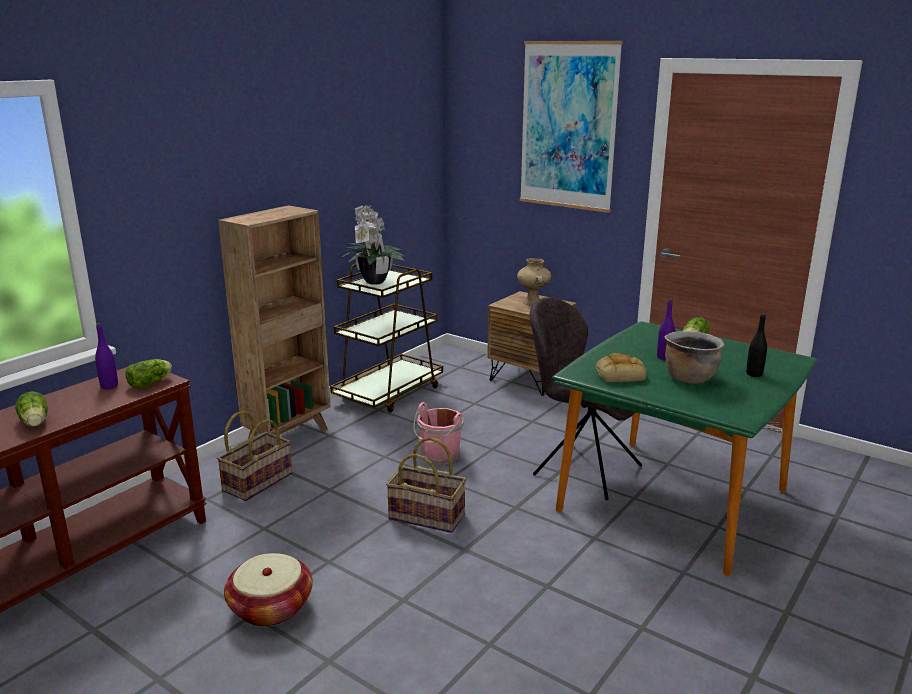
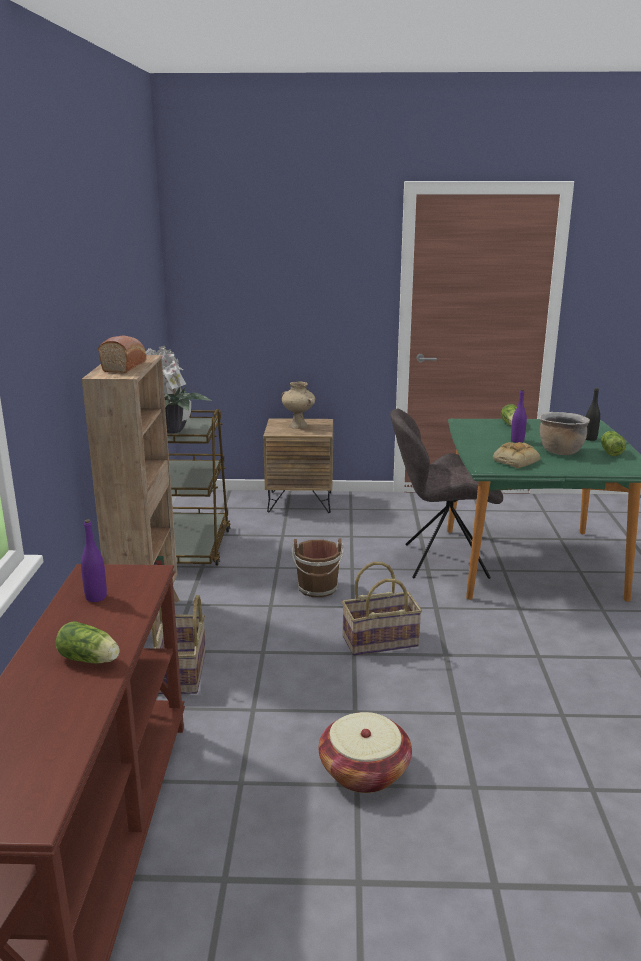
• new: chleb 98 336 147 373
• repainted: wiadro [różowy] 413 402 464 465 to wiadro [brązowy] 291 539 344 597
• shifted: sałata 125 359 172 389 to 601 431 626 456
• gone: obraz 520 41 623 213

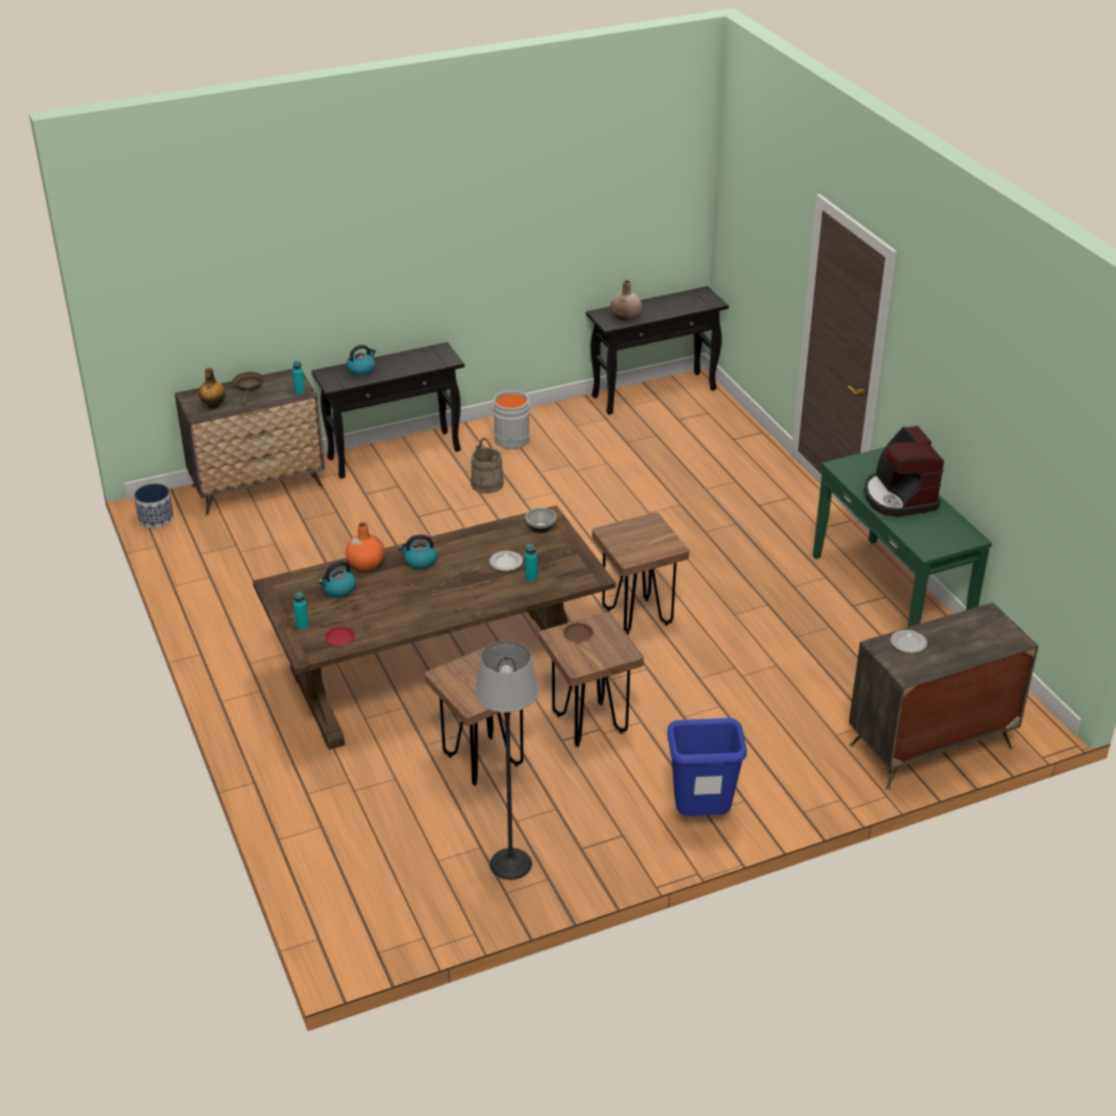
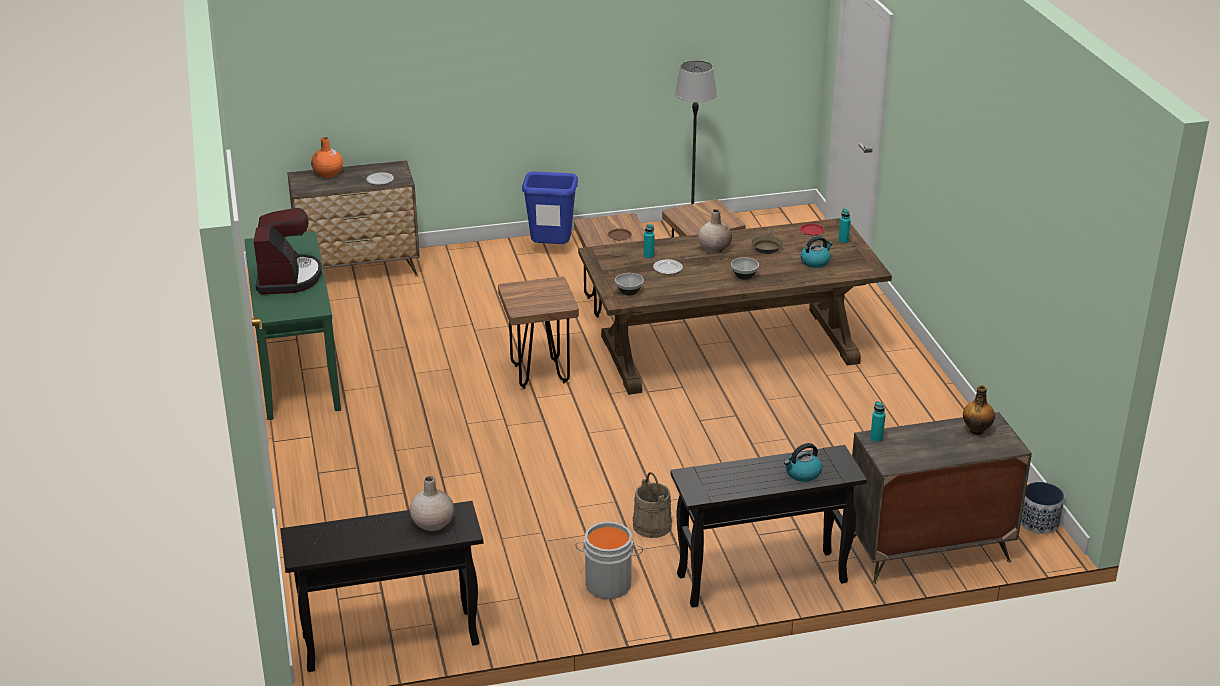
• shifted: wazon [pomarańczowy] 345 522 385 571 to 311 137 343 178
• new: wazon [beżowy] 698 209 732 253
• swapped: czajnik 398 535 437 569 to miska 731 257 759 280
• shifted: patelnia [brązowy] 233 372 264 405 to 752 228 783 254

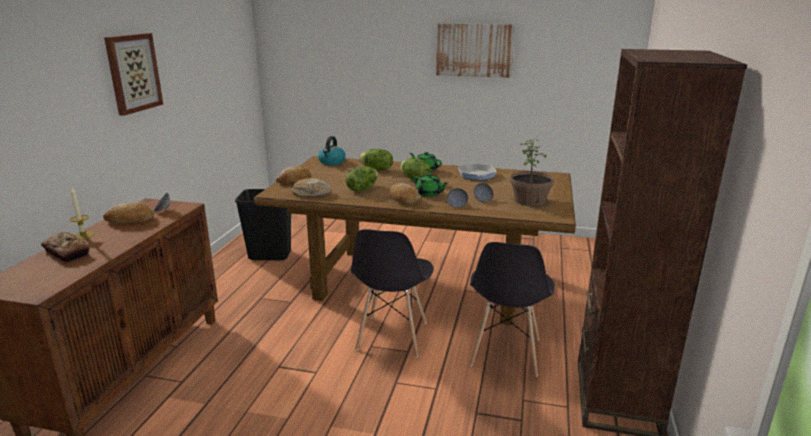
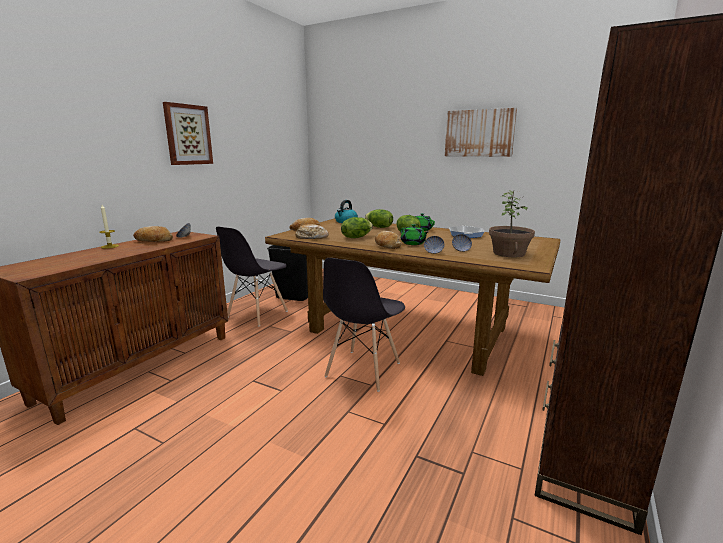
• shifted: krzesło [szary] 469 242 555 377 to 216 227 288 326
• gone: chleb 41 232 89 262

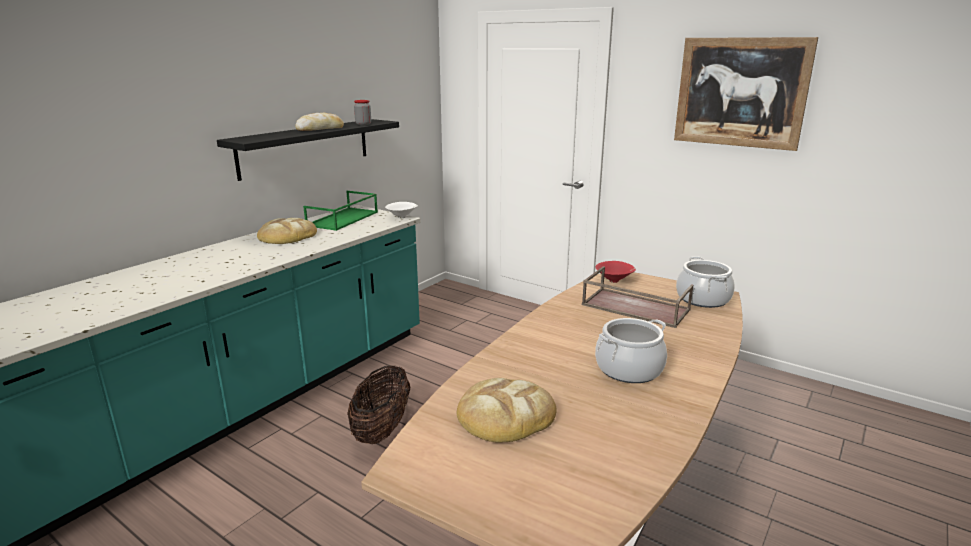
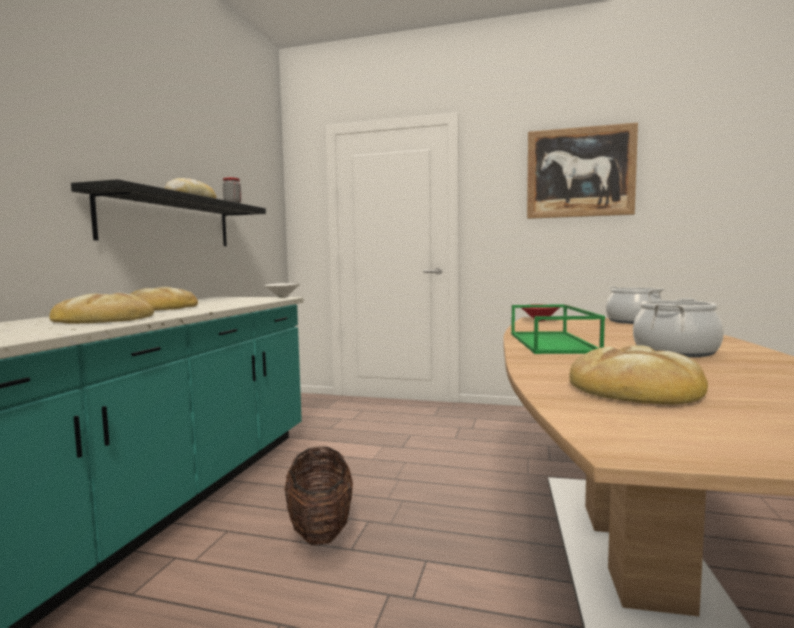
• new: chleb 49 293 154 324
• shifted: taca [zielony] 303 191 378 231 to 511 304 605 354
• gone: taca [brązowy] 582 266 693 328

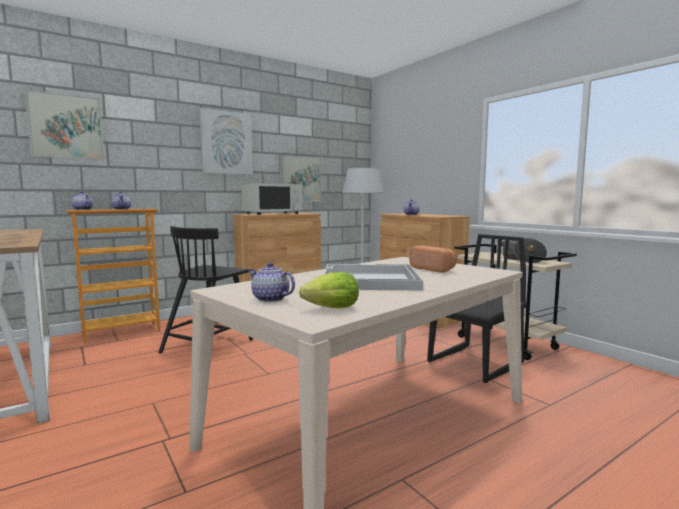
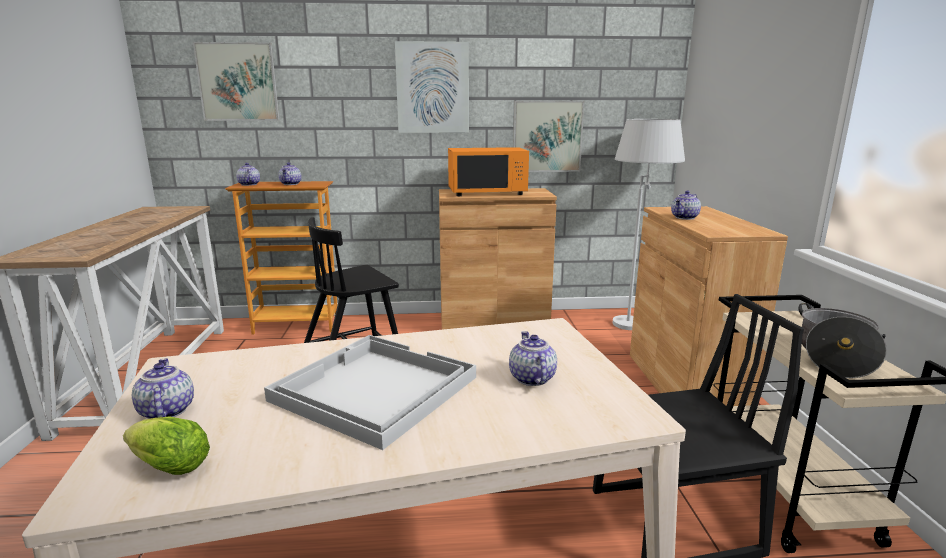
• repainted: mikrofalówka [biały] 241 183 302 215 to mikrofalówka [pomarańczowy] 448 147 529 196
• swapped: chleb 409 245 457 273 to imbryk 509 331 557 386

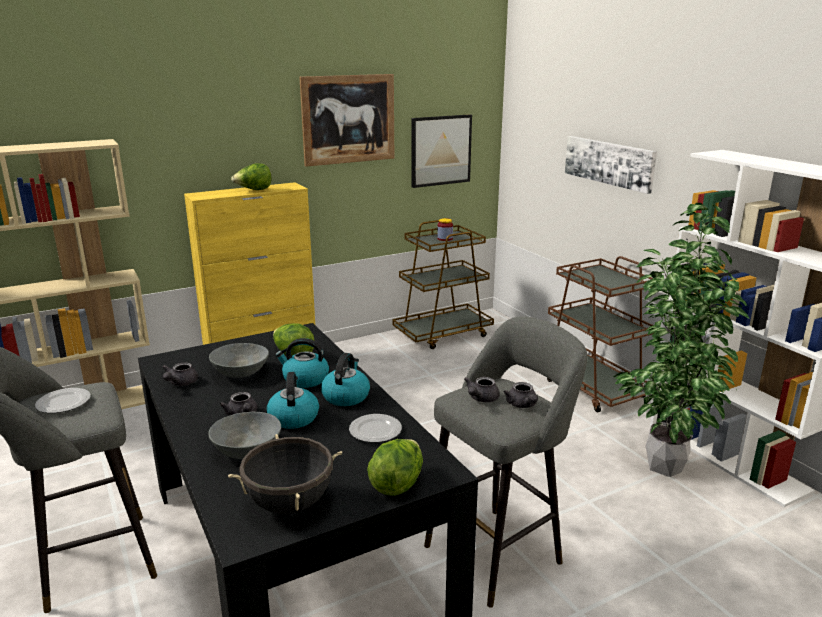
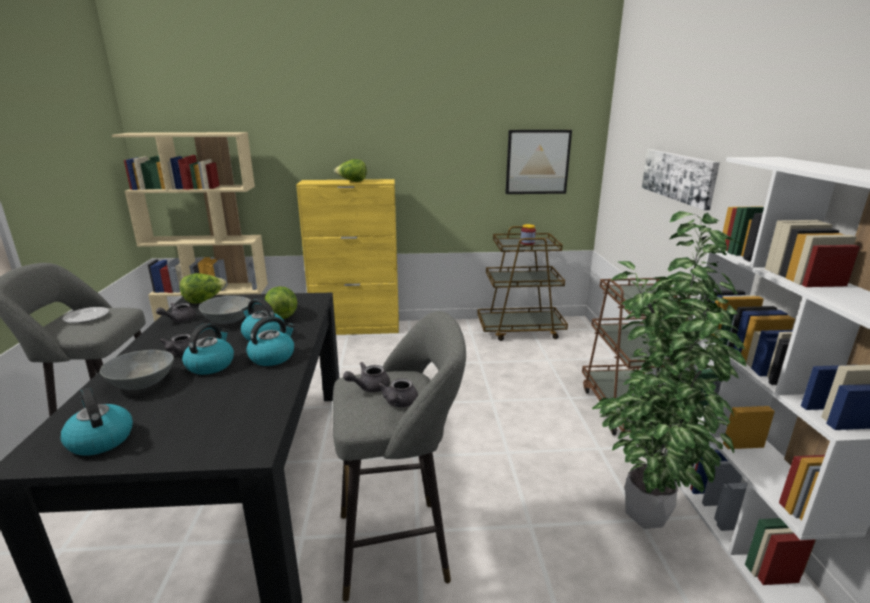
• swapped: garnek [czarny] 228 434 342 514 to czajnik 61 388 133 456
• shifted: sałata 367 439 423 496 to 180 273 226 303
• gone: obraz 299 74 394 167
• gone: talerz 349 414 402 443

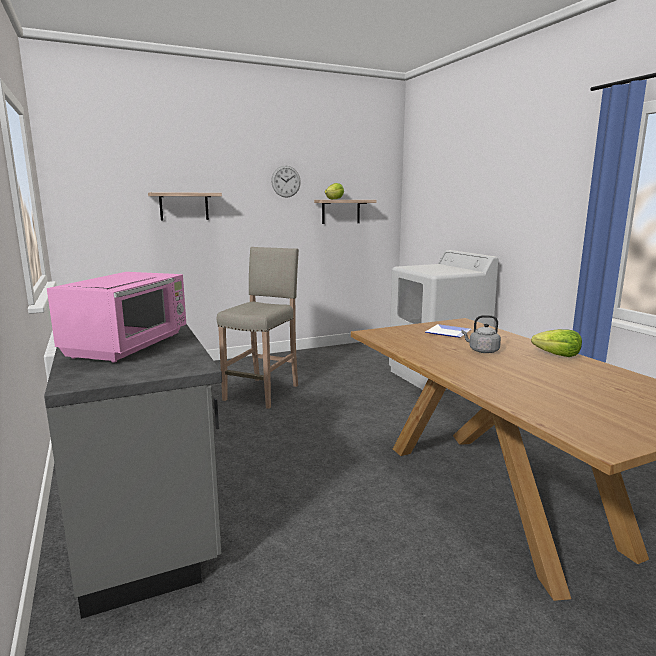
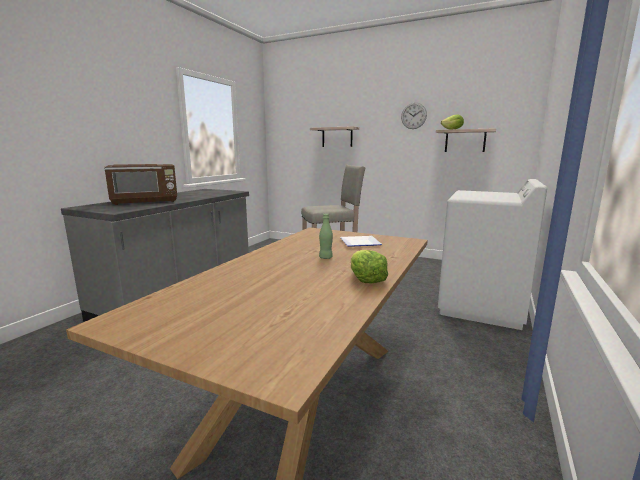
• repainted: mikrofalówka [różowy] 47 272 186 363 to mikrofalówka [brązowy] 104 164 177 205
• swapped: czajnik [szary] 461 315 501 353 to butelka [zielony] 319 214 333 259

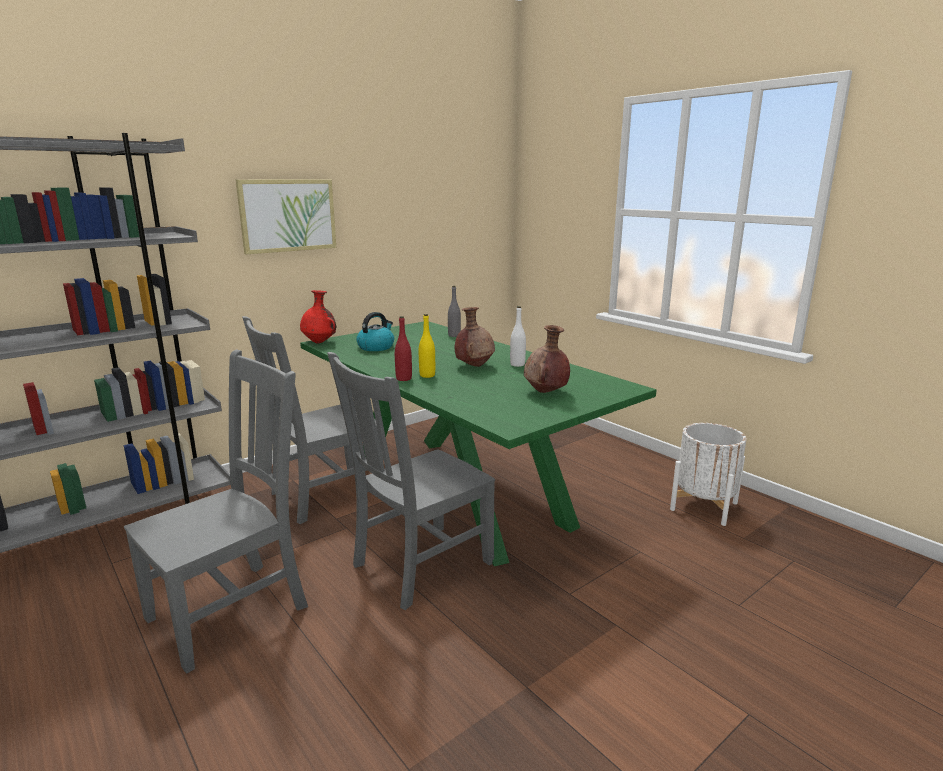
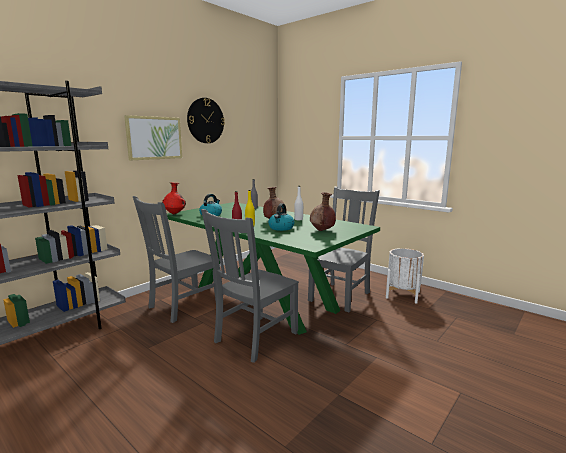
• new: zegar ścienny 187 98 225 143
• new: czajnik 268 203 295 231
• shifted: krzesło [szary] 124 350 308 674 to 308 187 380 312

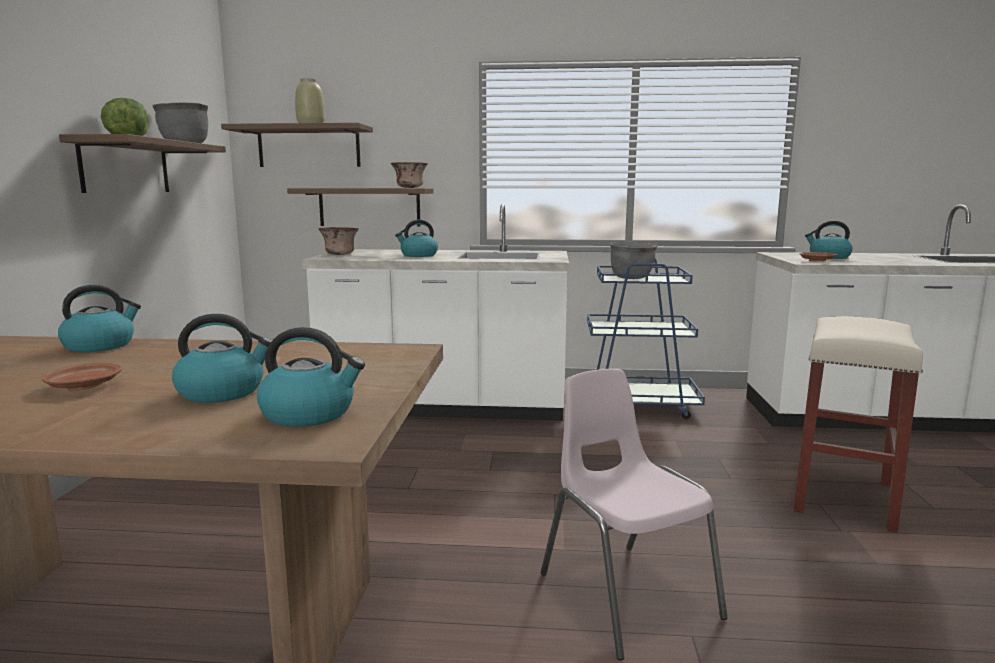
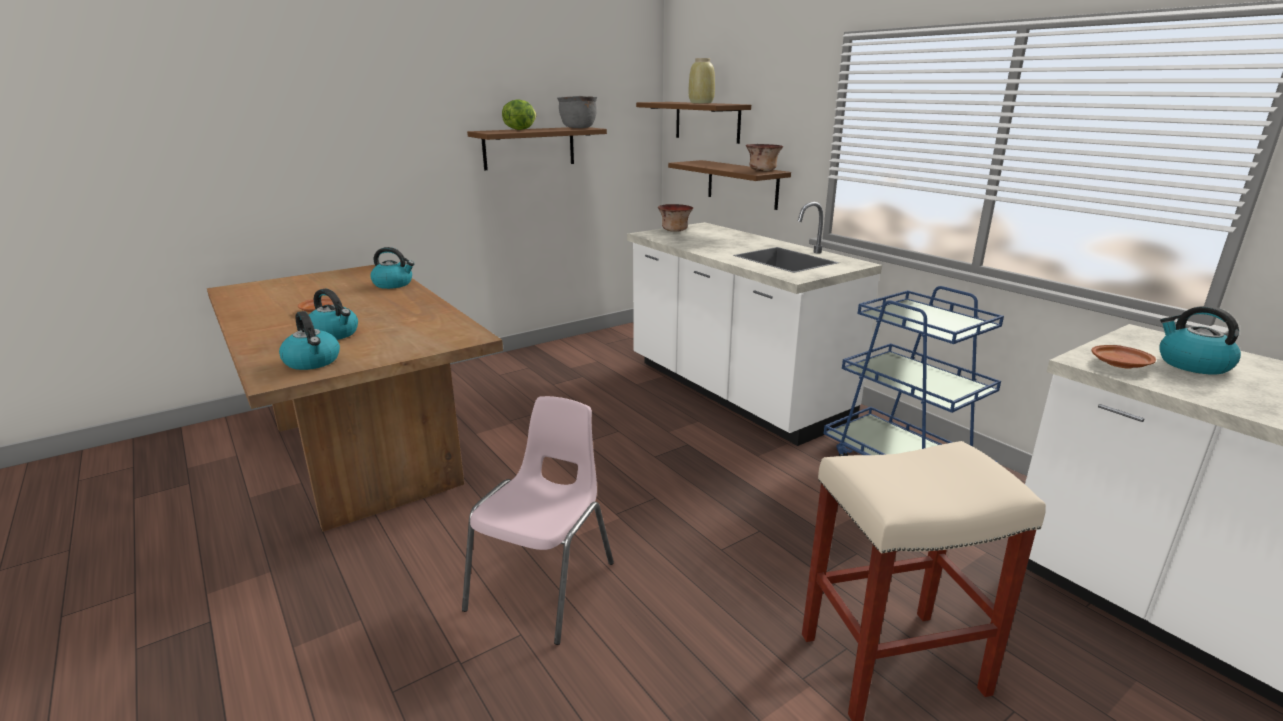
• gone: czajnik 395 220 438 257
• gone: garnek [szary] 610 241 657 279

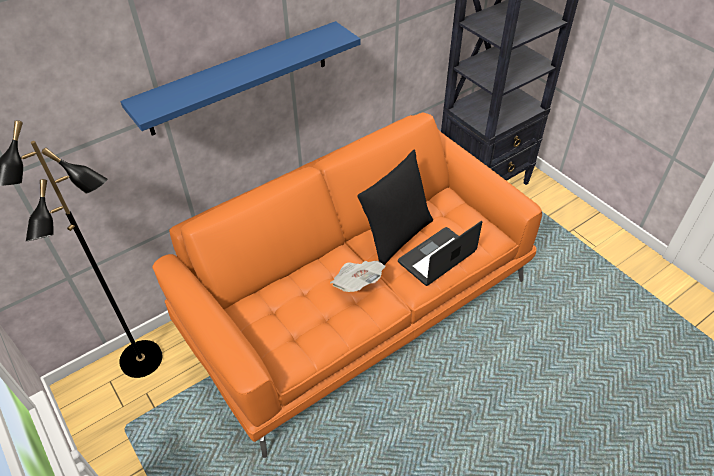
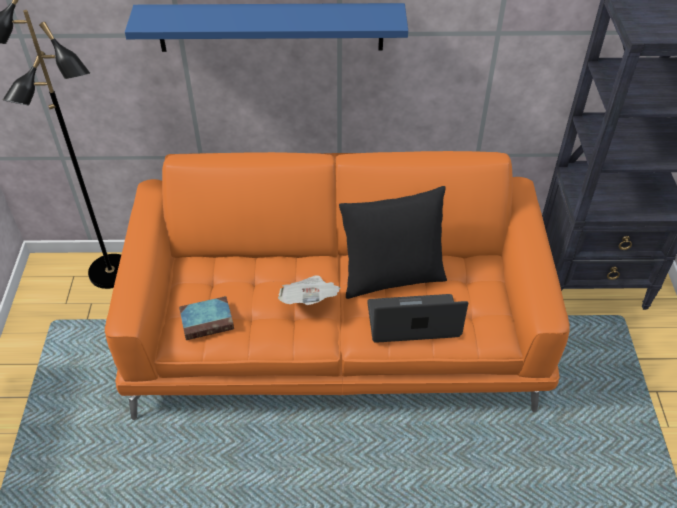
• new: książka 179 296 234 340

